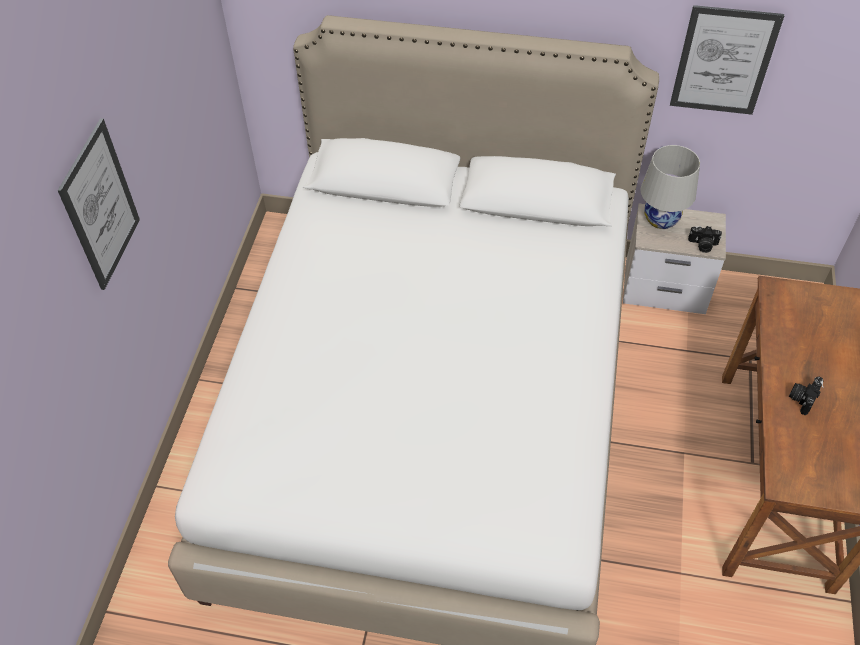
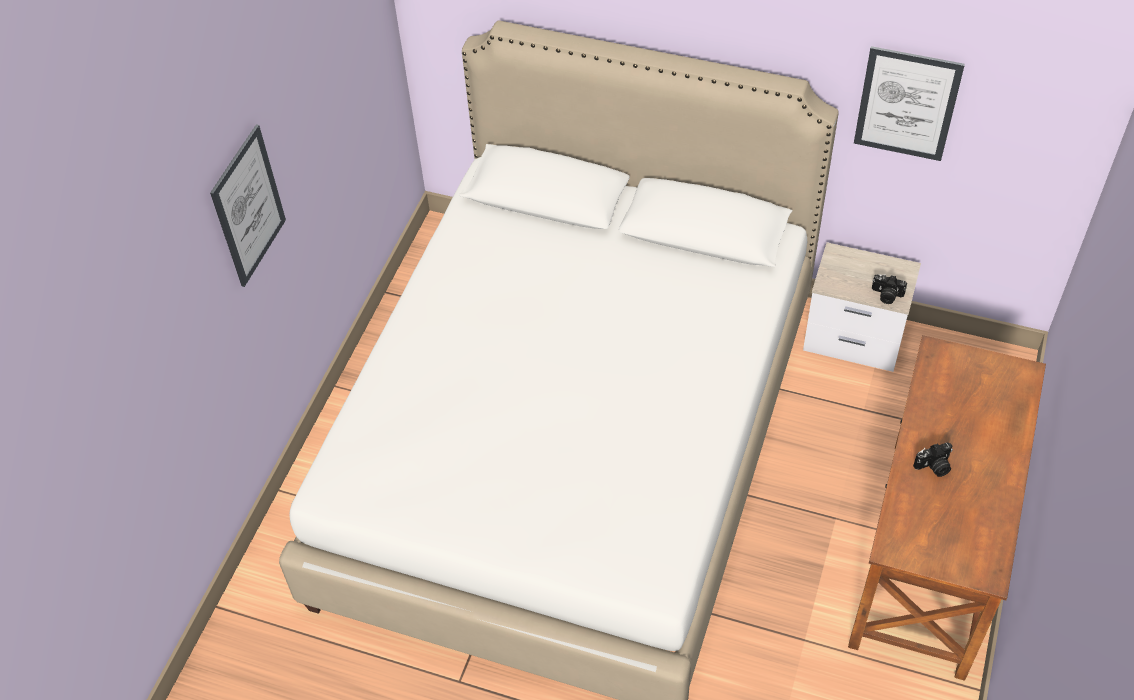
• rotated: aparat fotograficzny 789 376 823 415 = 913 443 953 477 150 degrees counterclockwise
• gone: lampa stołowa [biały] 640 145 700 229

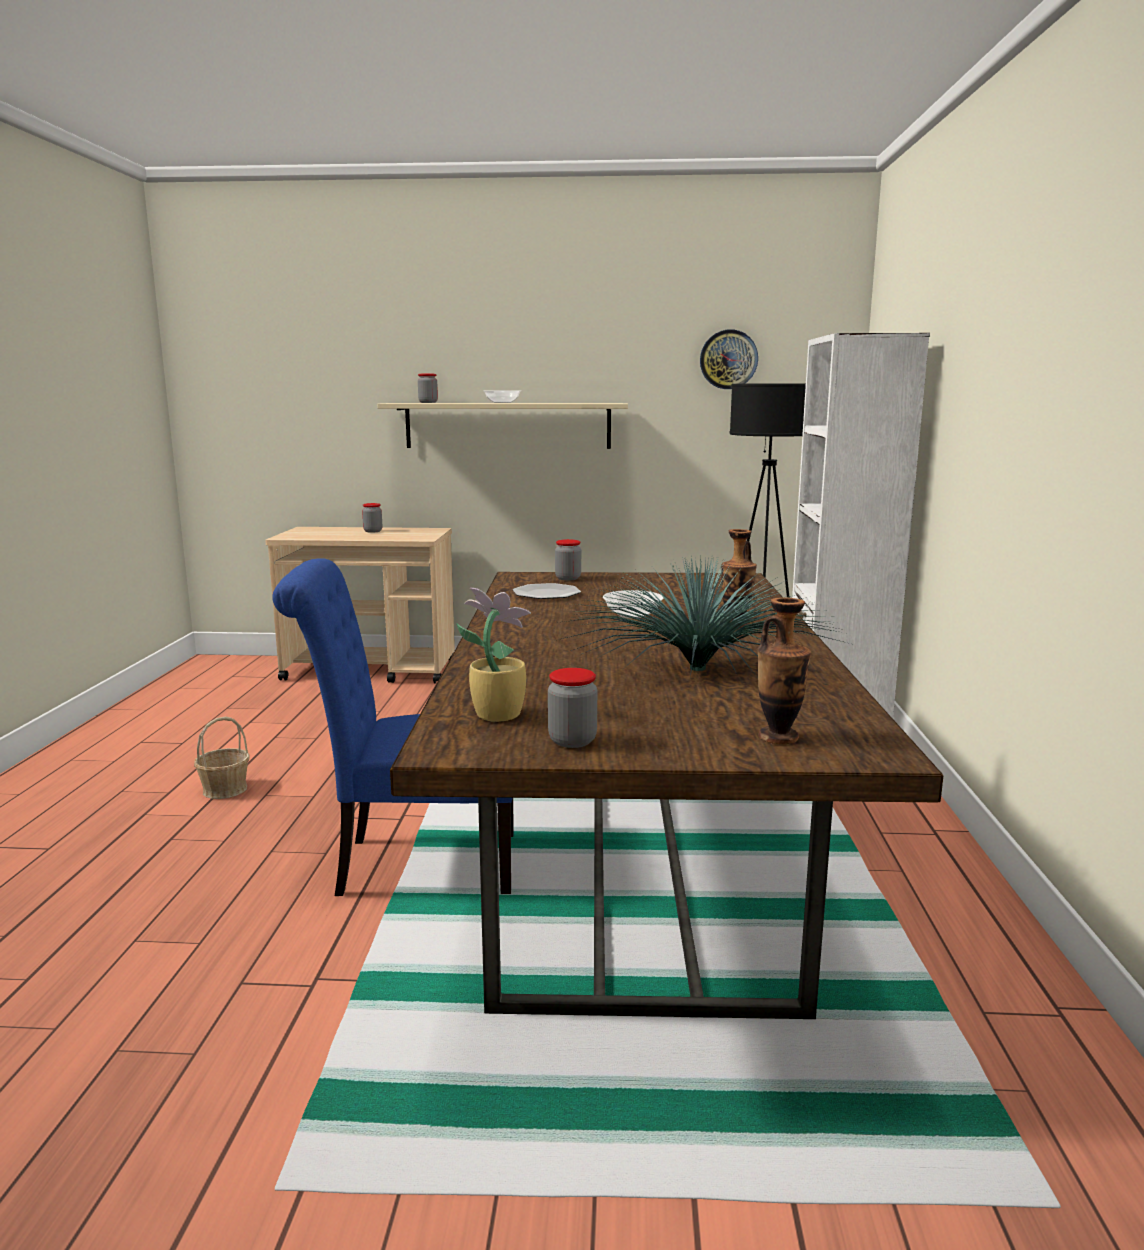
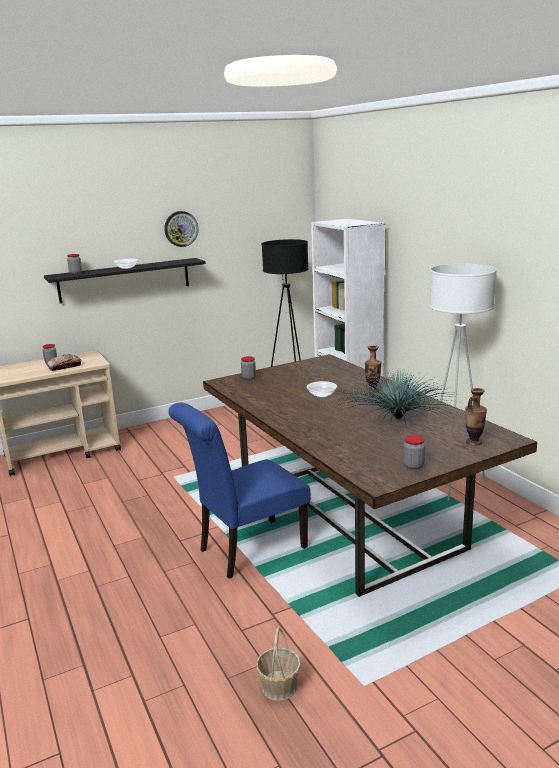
• repainted: półka [beżowy] 377 403 628 449 to półka [czarny] 44 258 206 303
• new: chleb 47 354 81 371
• shifted: zegar ścienny 700 329 758 389 to 164 211 198 247
• shifted: koszyk 194 716 249 799 to 256 628 301 701
• new: lampa stojąca [biały] 429 264 497 501
• gone: roślina doniczkowa 456 588 531 722
• gone: talerz 513 583 581 599

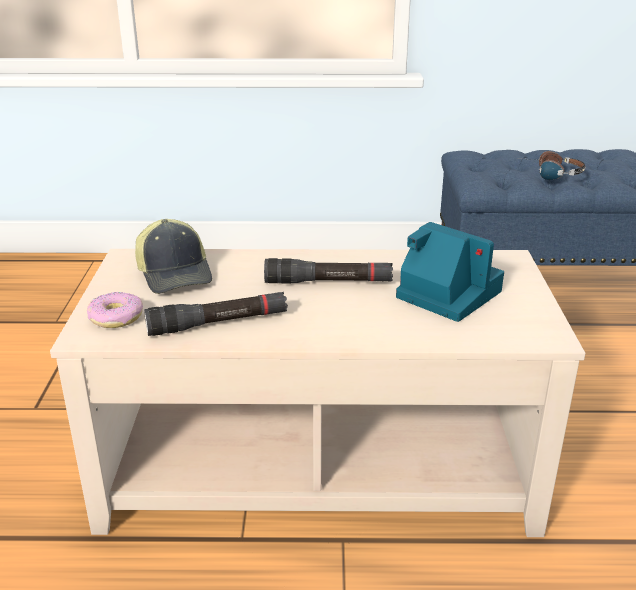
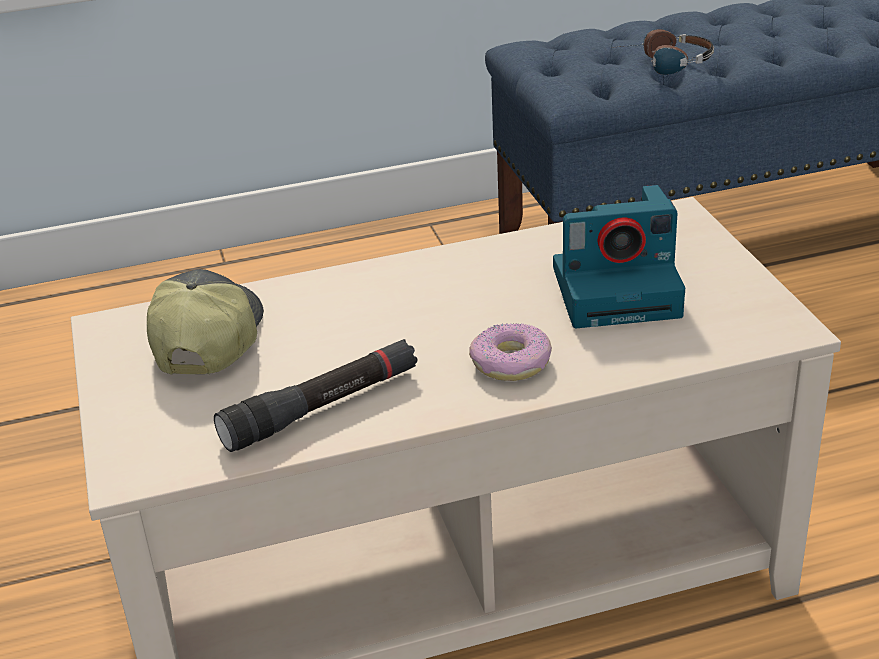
• rotated: czapka z daszkiem 135 219 212 294 = 147 269 264 375 135 degrees counterclockwise
• shifted: donut 87 292 143 328 to 469 323 552 381
• rotated: aparat fotograficzny 396 222 504 322 = 553 185 685 328 150 degrees clockwise
• gone: latarka [czarny] 264 258 393 284

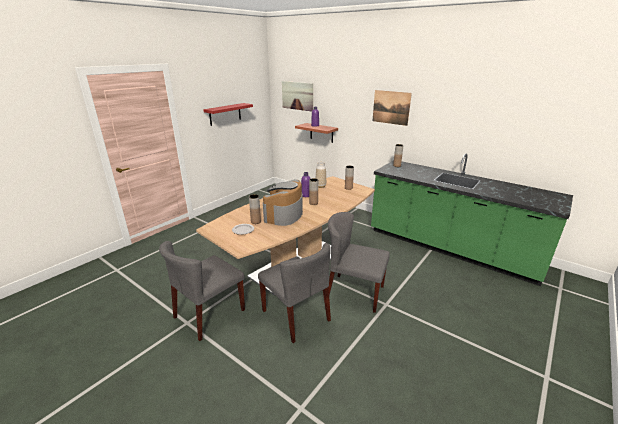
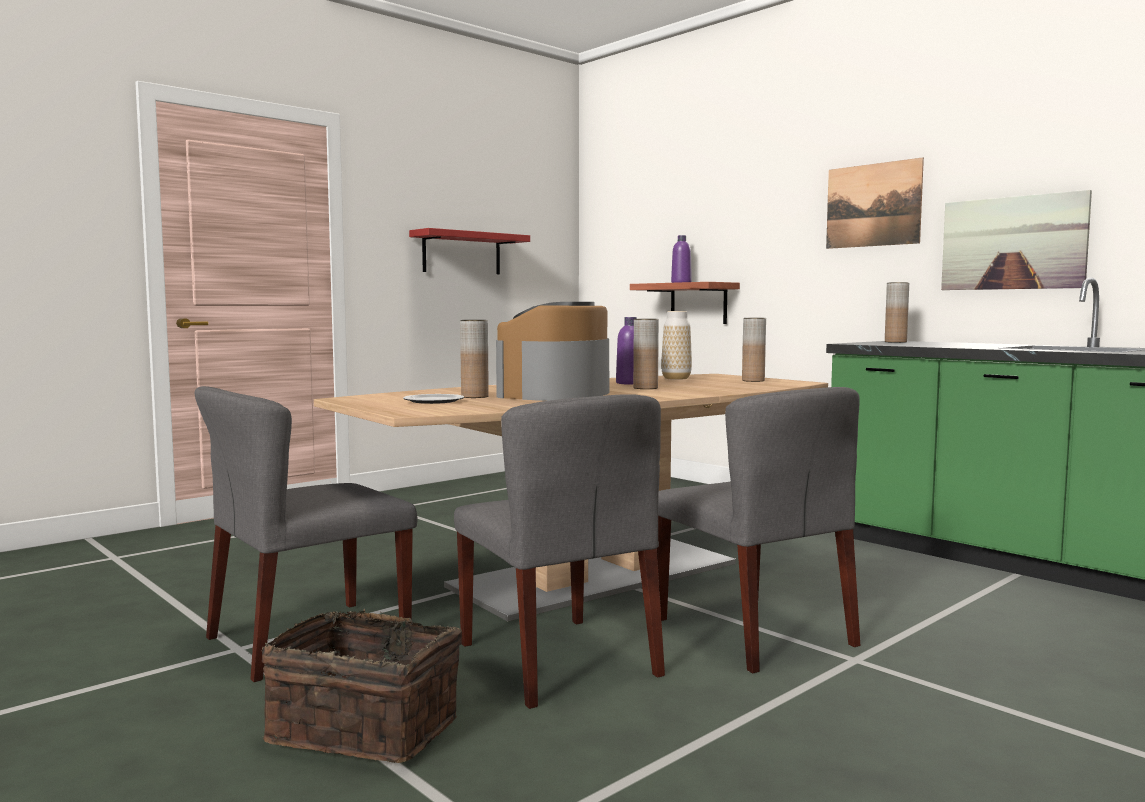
• new: koszyk 262 609 462 763
• rotated: krzesło [szary] 328 212 390 313 = 657 387 860 673 150 degrees counterclockwise
• shifted: obraz 282 81 313 112 to 941 190 1092 290

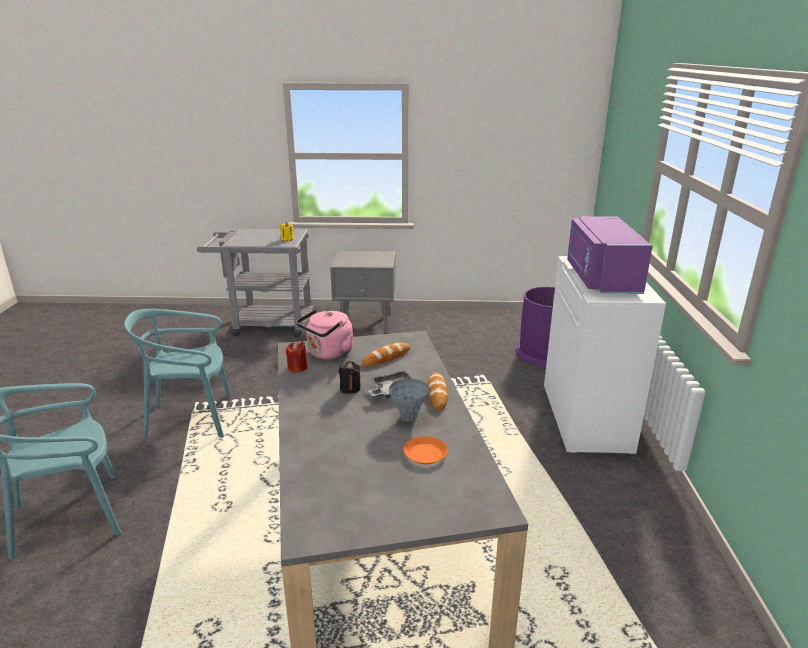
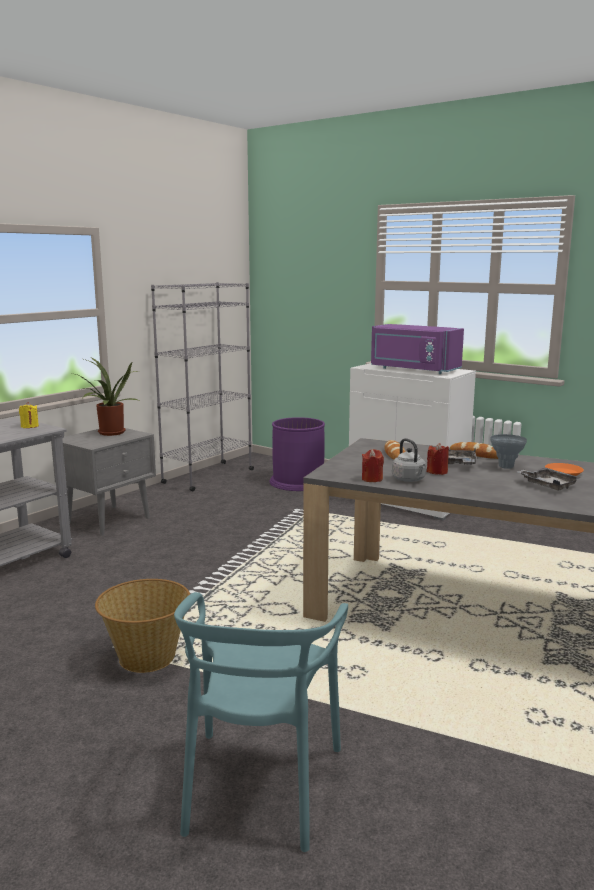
• new: roślina doniczkowa 76 357 141 436
• swapped: krzesło [turkusowy] 124 309 231 440 to koszyk 95 579 190 673
• new: regał [szary] 151 282 254 491
• new: czajnik [szary] 392 438 426 482
• repainted: świeca [czarny] 339 361 361 394 to świeca [czerwony] 427 443 449 475
• new: taca [szary] 517 467 581 491
• gone: czajnik [różowy] 296 309 353 360

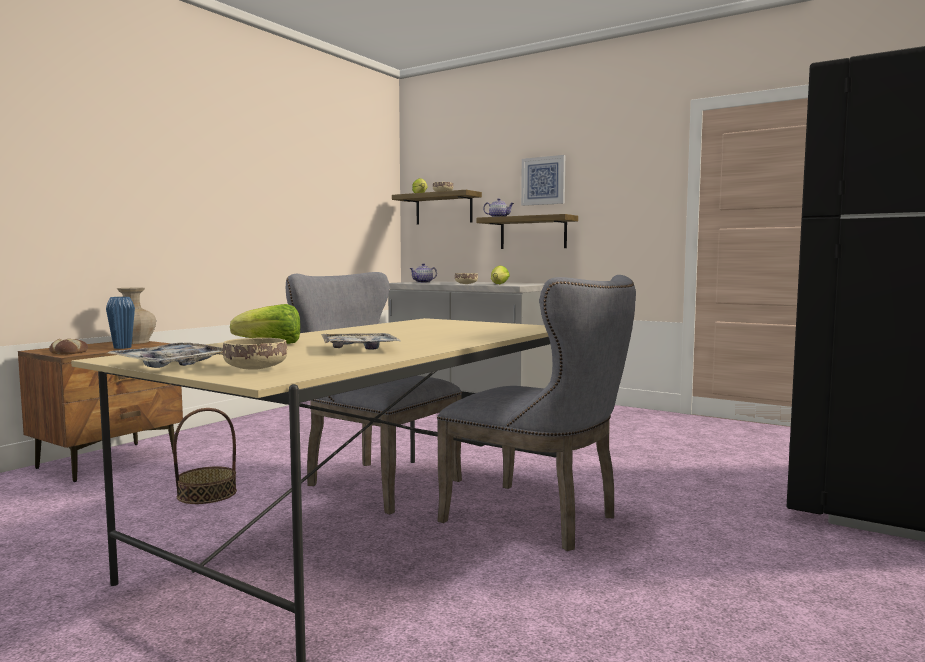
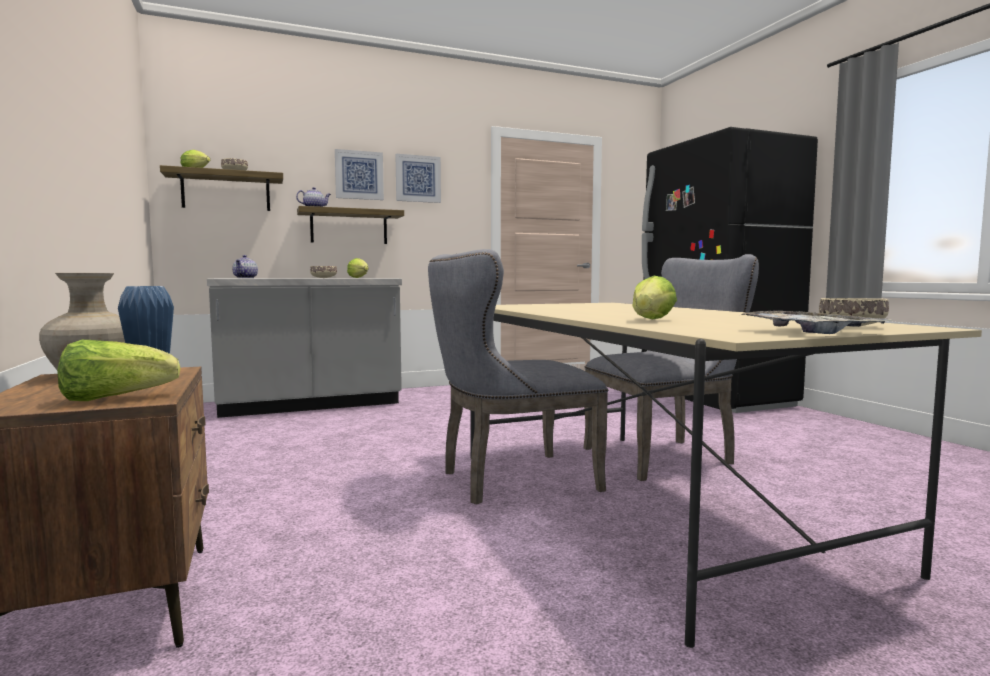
• swapped: chleb 49 339 88 355 to sałata 57 340 181 401
• new: obraz 395 154 441 203
• gone: koszyk 173 408 237 504
• gone: taca 321 333 401 350

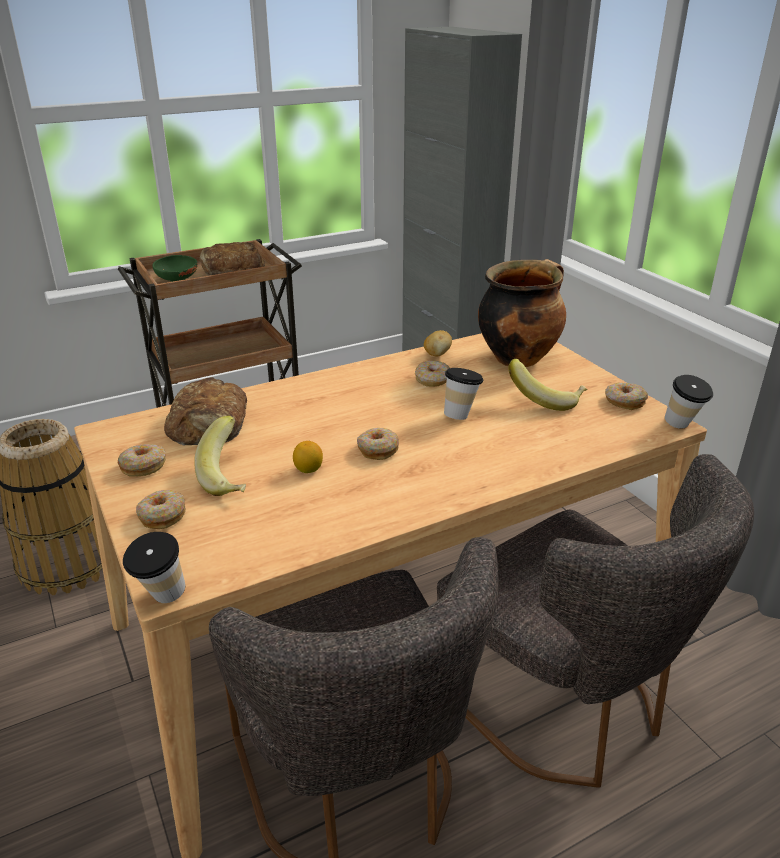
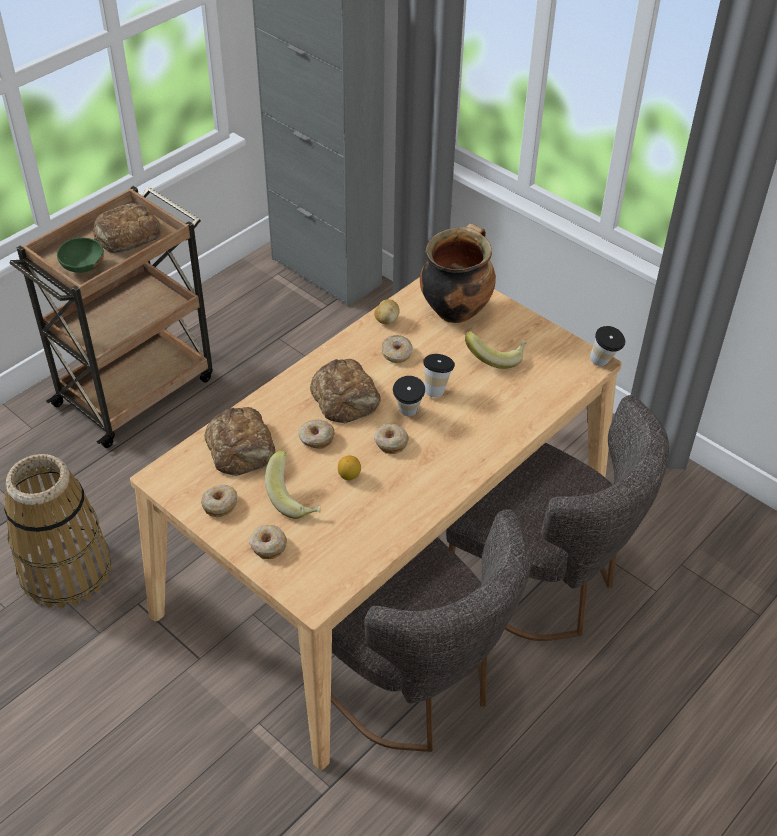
• shifted: donut 605 383 648 410 to 298 420 335 449
• new: chleb 310 359 381 424
• shifted: filiżanka 123 532 185 603 to 393 376 425 416

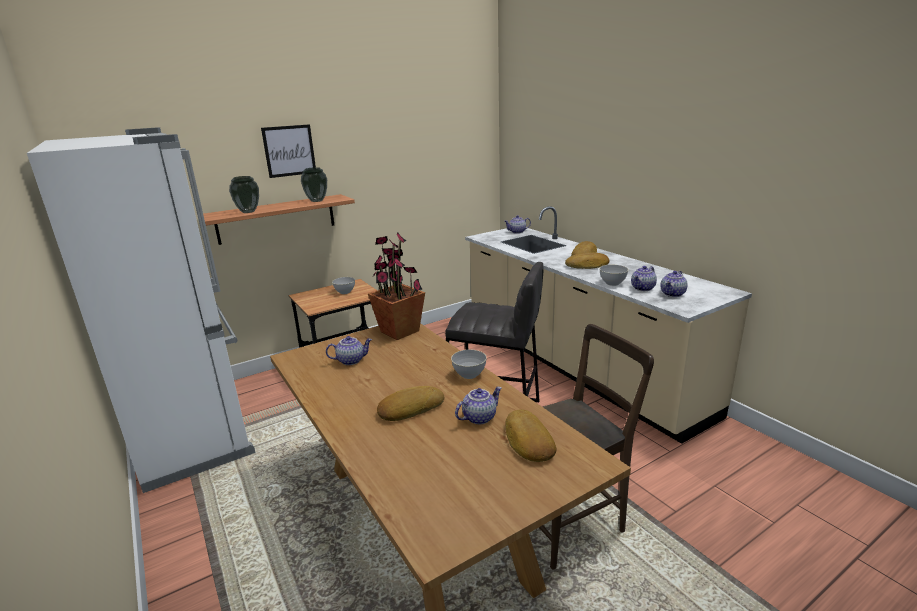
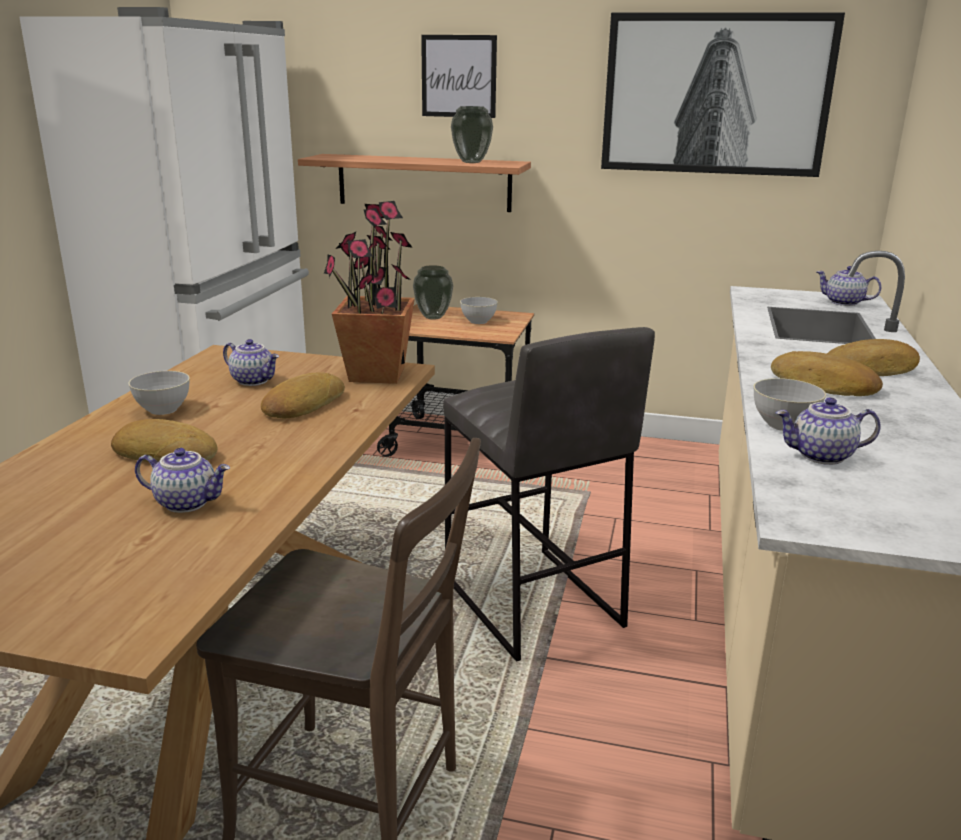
• shifted: miska [szary] 451 350 487 379 to 128 371 190 415
• shifted: chleb 505 409 557 462 to 261 372 345 419
• shifted: wazon 229 176 259 213 to 413 265 453 320
• new: obraz 601 12 845 177
• gone: imbryk 660 271 688 297

